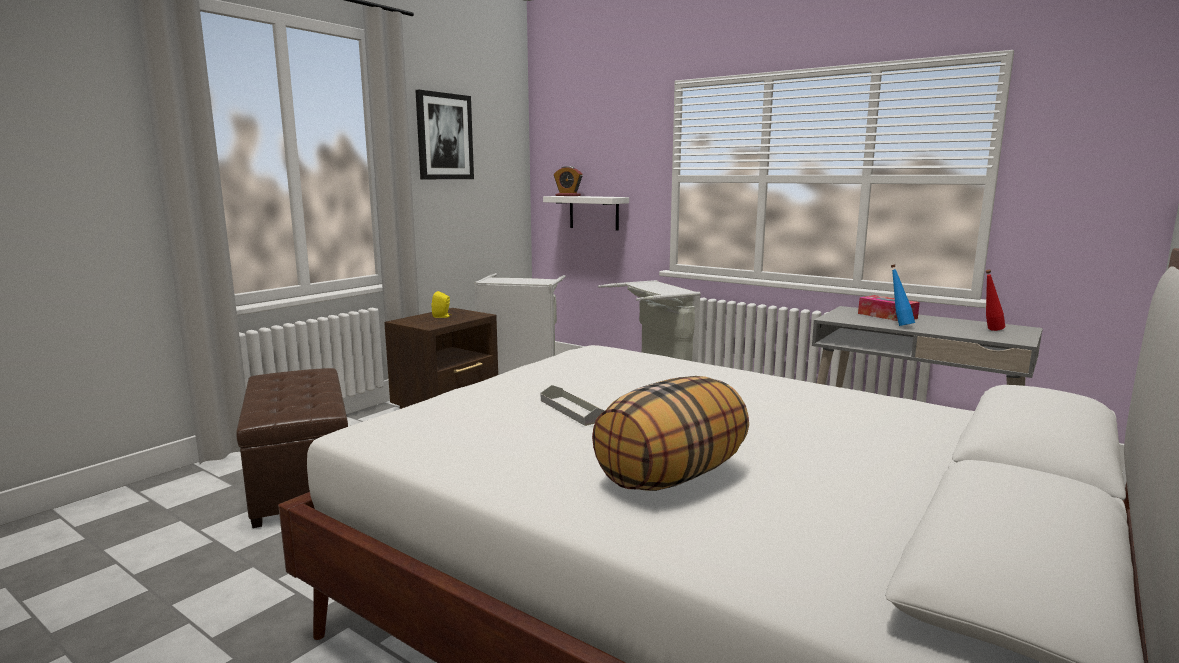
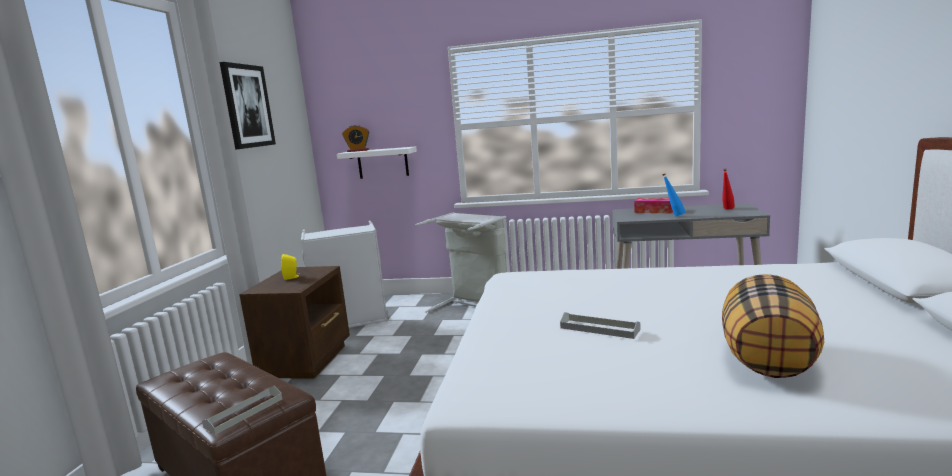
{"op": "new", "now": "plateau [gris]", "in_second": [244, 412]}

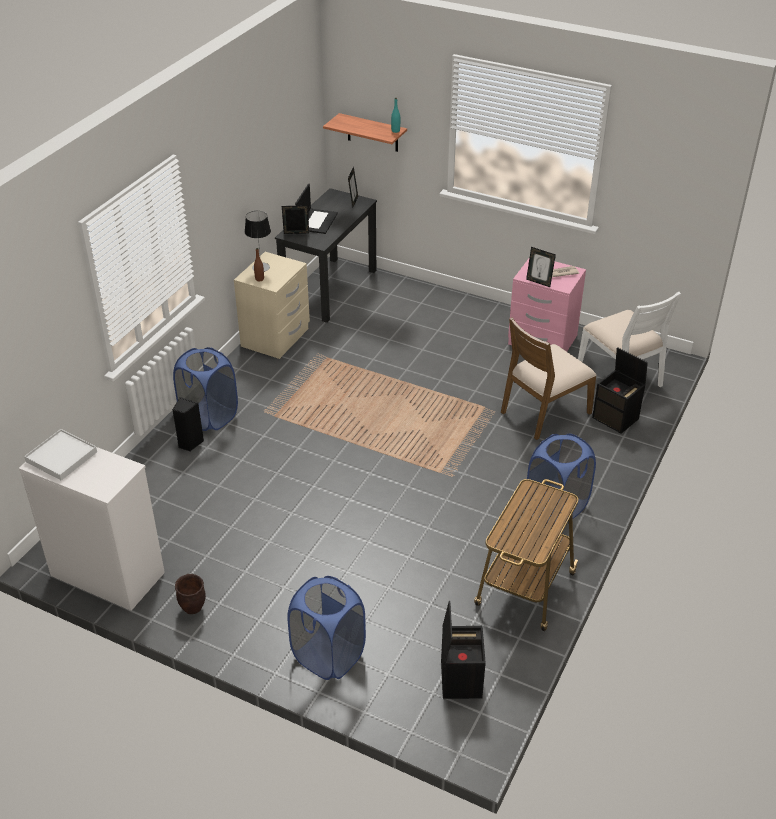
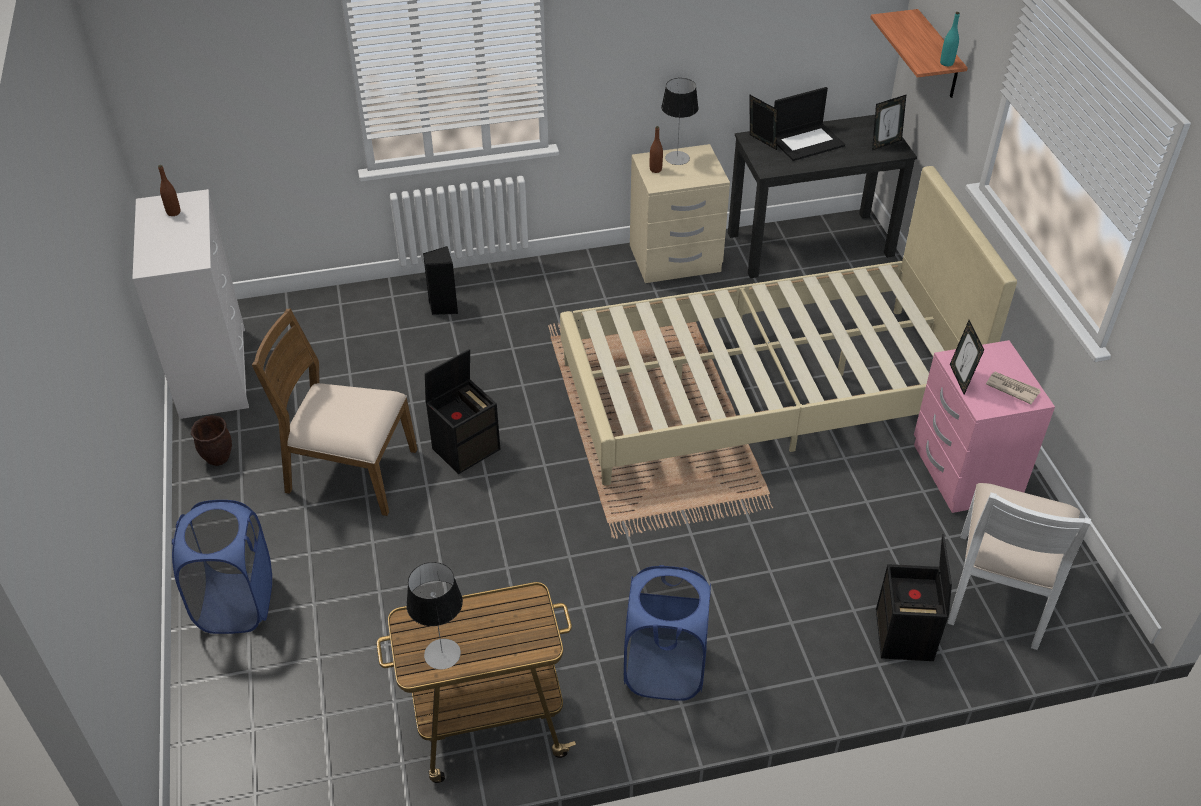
{"op": "swapped", "was": "plateau [blanc]", "now": "bouteille [marron]", "in_first": [61, 457], "in_second": [173, 212]}
{"op": "gone", "was": "panier à linge [bleu]", "in_first": [209, 416]}
{"op": "shifted", "was": "boîte de rangement [noir]", "in_first": [460, 678], "in_second": [466, 448]}
{"op": "shifted", "was": "chaise [marron]", "in_first": [544, 412], "in_second": [350, 472]}
{"op": "new", "now": "lampe de table", "in_second": [442, 654]}
{"op": "new", "now": "lit [beige]", "in_second": [763, 392]}

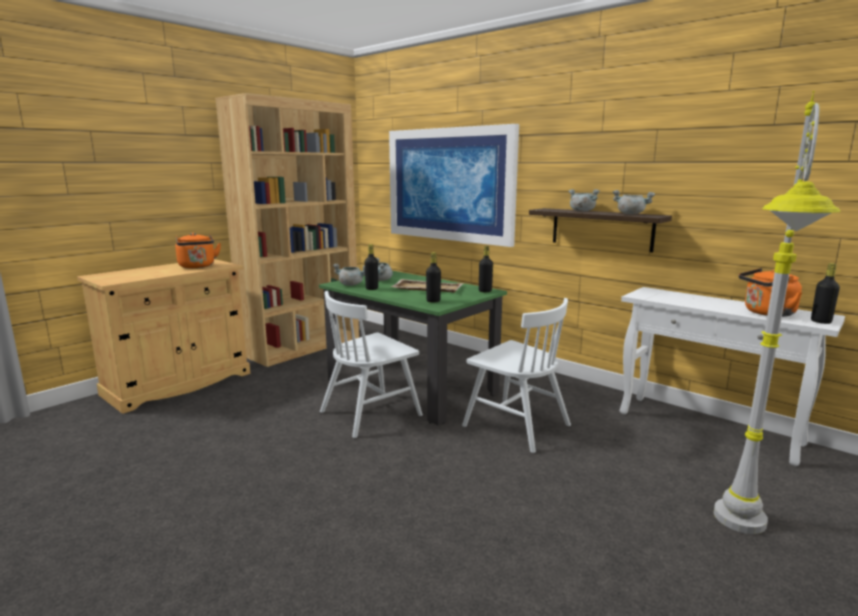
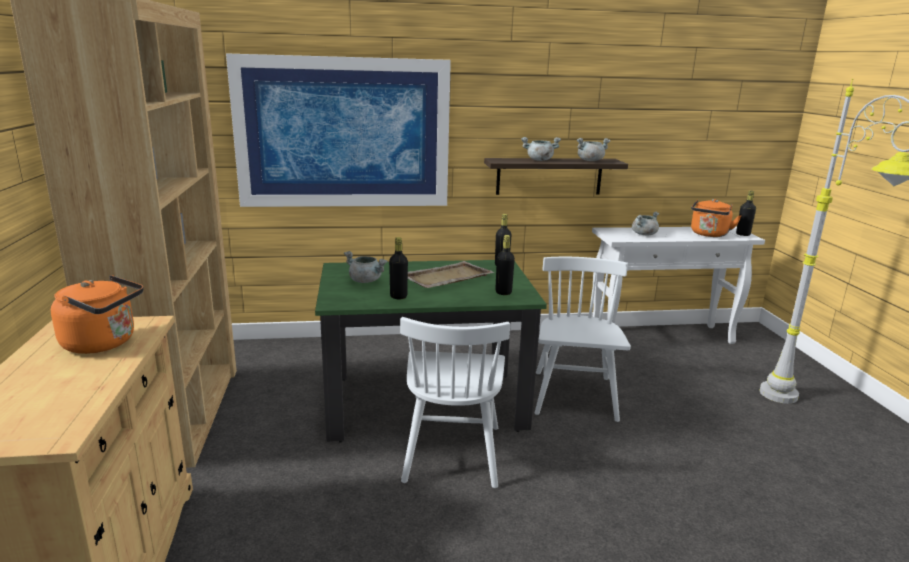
{"op": "shifted", "was": "marmite [gris]", "in_first": [351, 285], "in_second": [644, 234]}
{"op": "rotated", "was": "chaise [blanc]", "in_first": [516, 425], "in_second": [574, 396], "clockwise": -75}

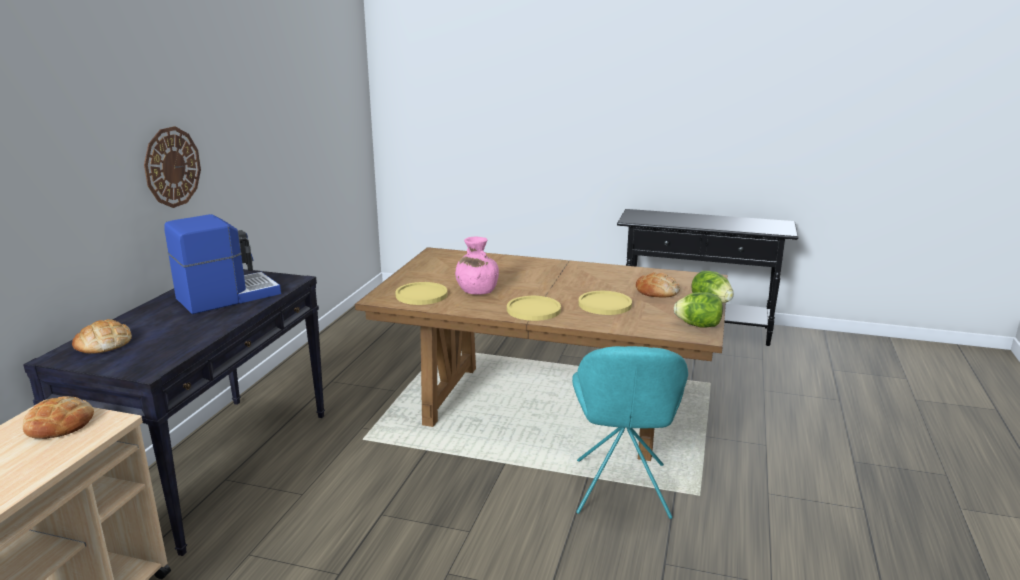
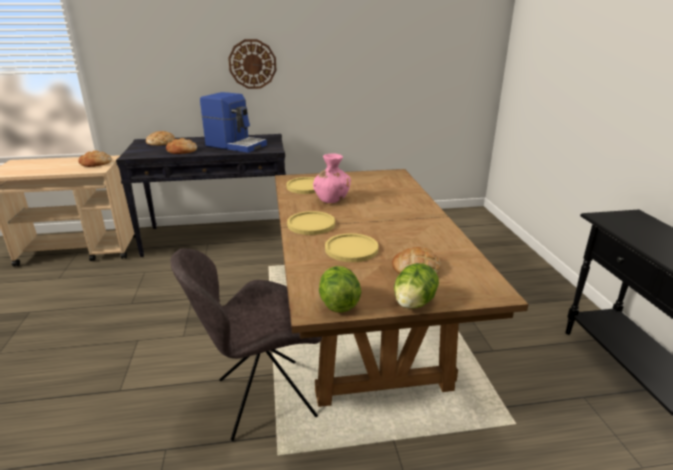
{"op": "repainted", "was": "chaise [turquoise]", "now": "chaise [gris]", "in_first": [621, 491], "in_second": [261, 399]}
{"op": "new", "now": "pain", "in_second": [182, 150]}

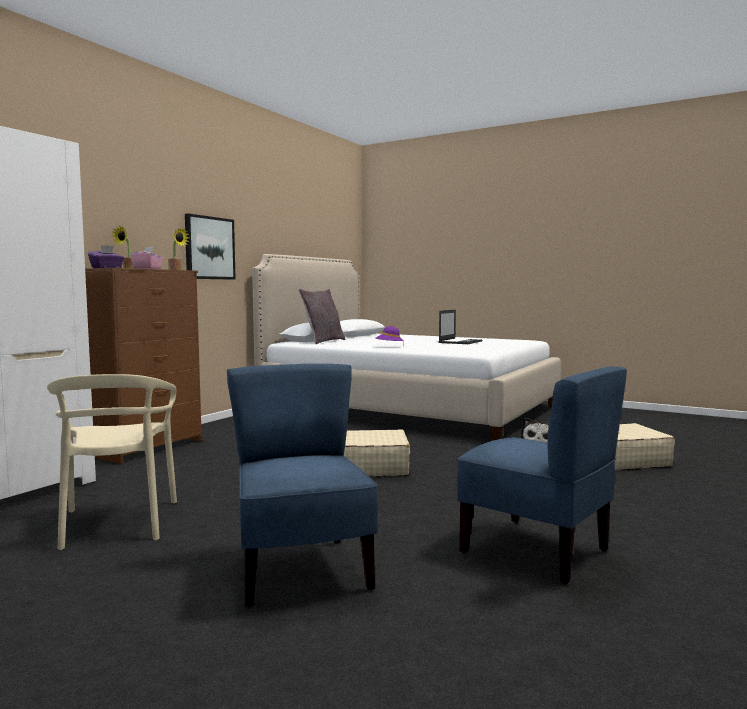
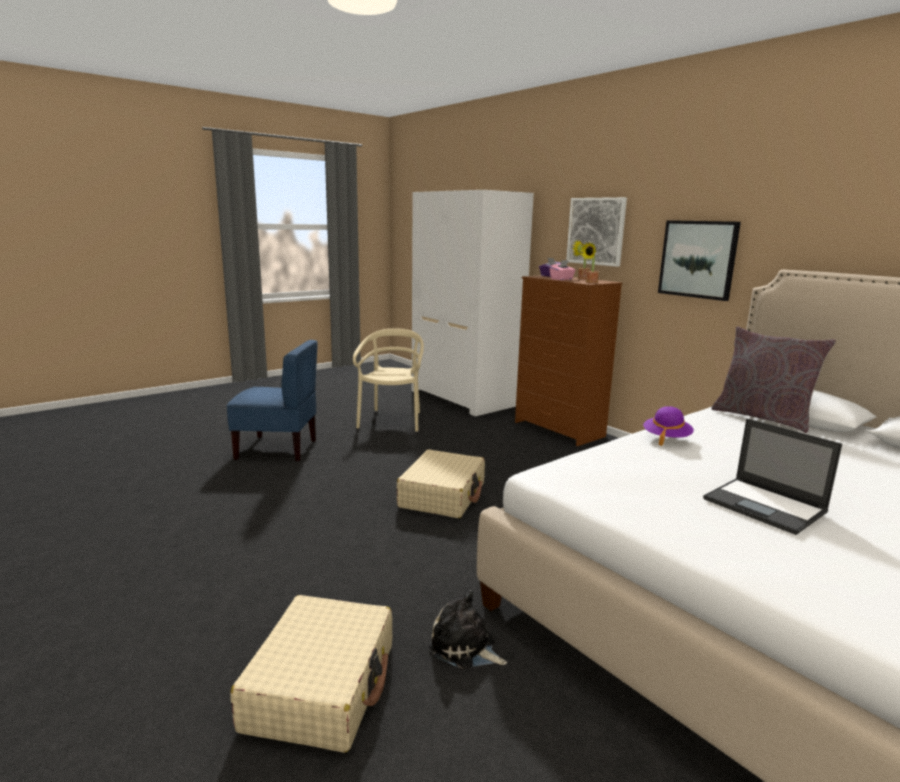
{"op": "rotated", "was": "chaise [beige]", "in_first": [117, 523], "in_second": [392, 421], "clockwise": 90}
{"op": "gone", "was": "chaise [bleu]", "in_first": [536, 551]}
{"op": "new", "now": "tableau", "in_second": [596, 231]}

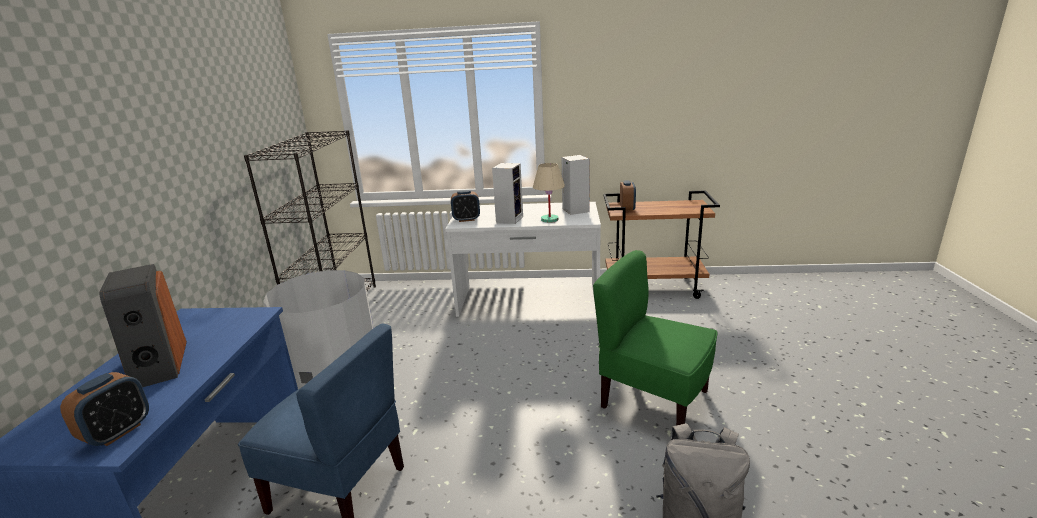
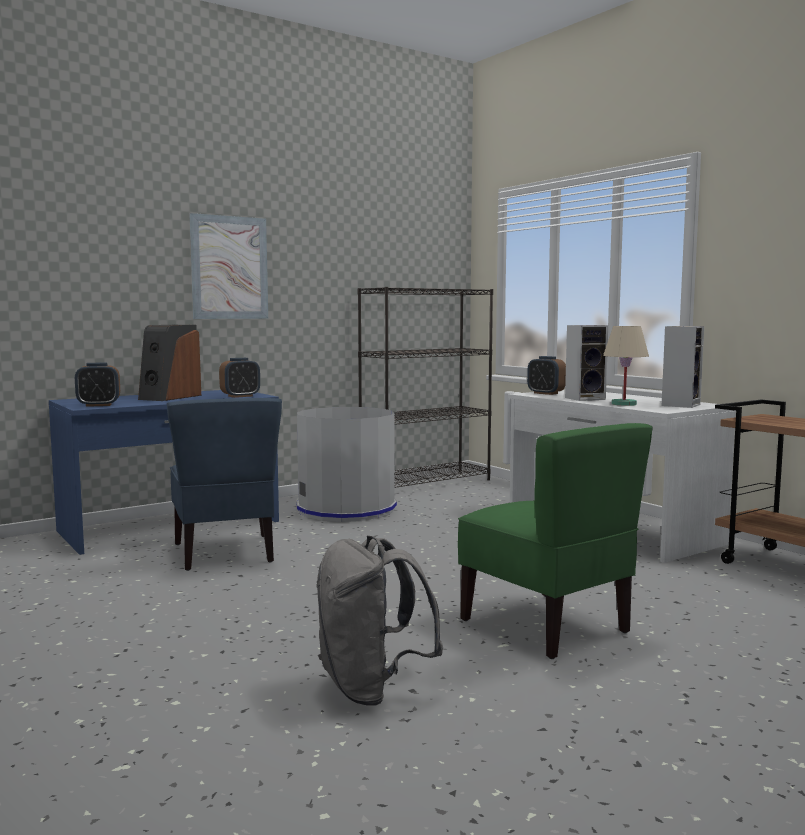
{"op": "rotated", "was": "chaise [vert]", "in_first": [653, 401], "in_second": [546, 625], "clockwise": 150}
{"op": "shifted", "was": "réveil", "in_first": [627, 209], "in_second": [240, 396]}
{"op": "new", "now": "tableau", "in_second": [229, 267]}

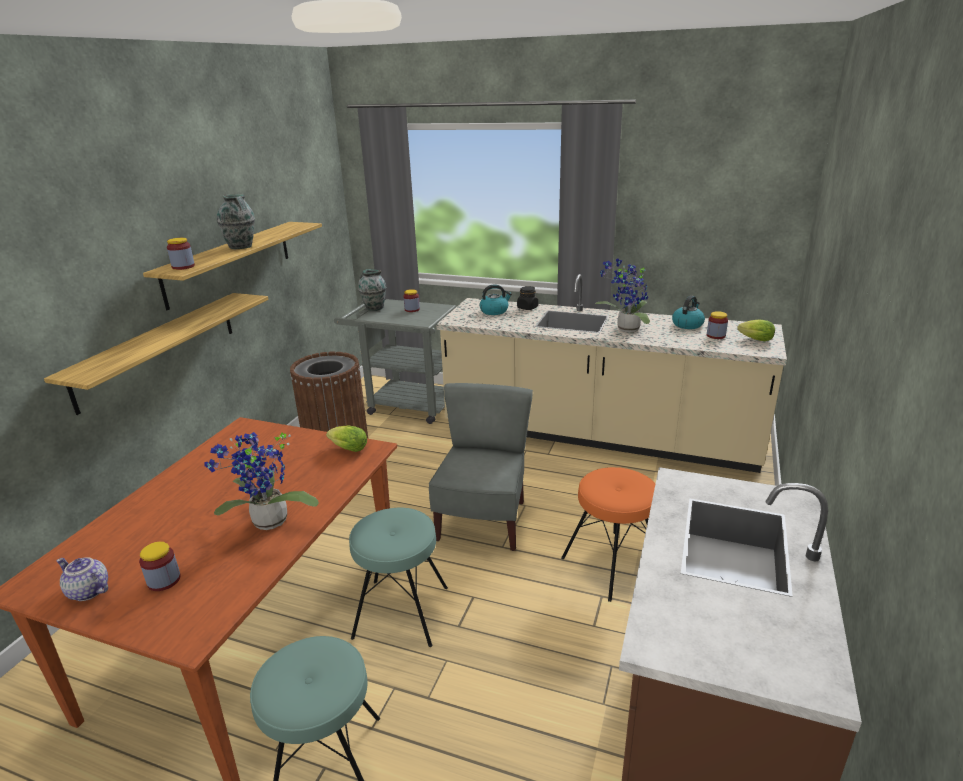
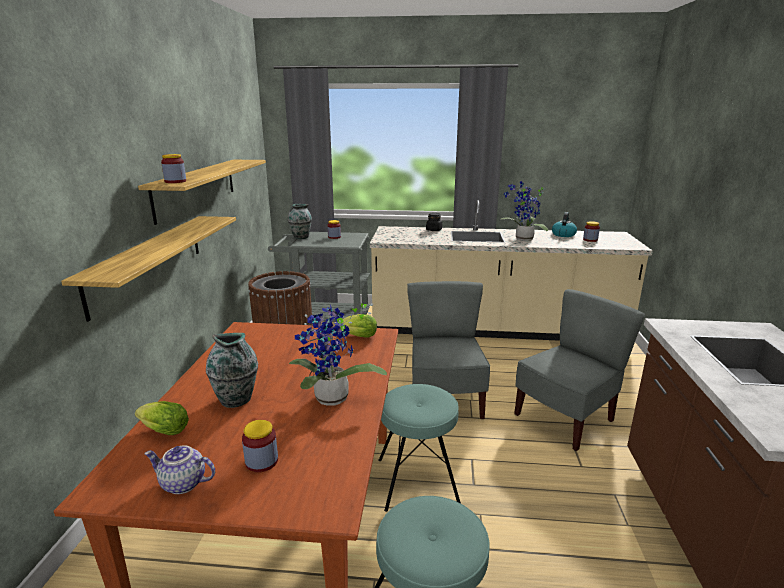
{"op": "shifted", "was": "vase", "in_first": [241, 247], "in_second": [237, 399]}
{"op": "gone", "was": "bouilloire", "in_first": [494, 311]}
{"op": "swapped", "was": "tabouret [orange]", "now": "chaise [gris]", "in_first": [612, 565], "in_second": [565, 419]}
{"op": "shifted", "was": "laitue", "in_first": [754, 339], "in_second": [162, 431]}

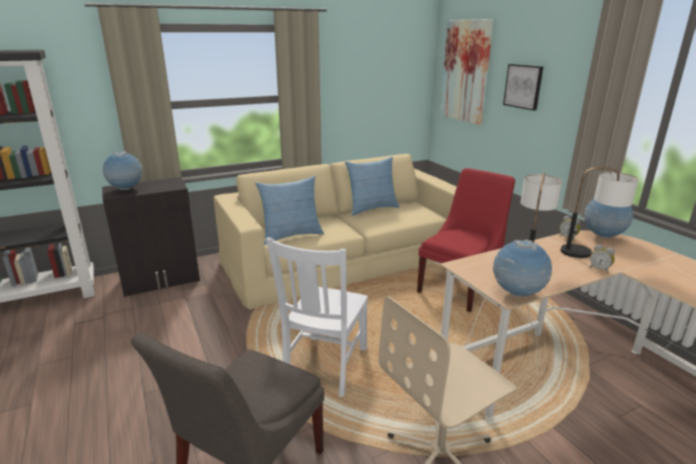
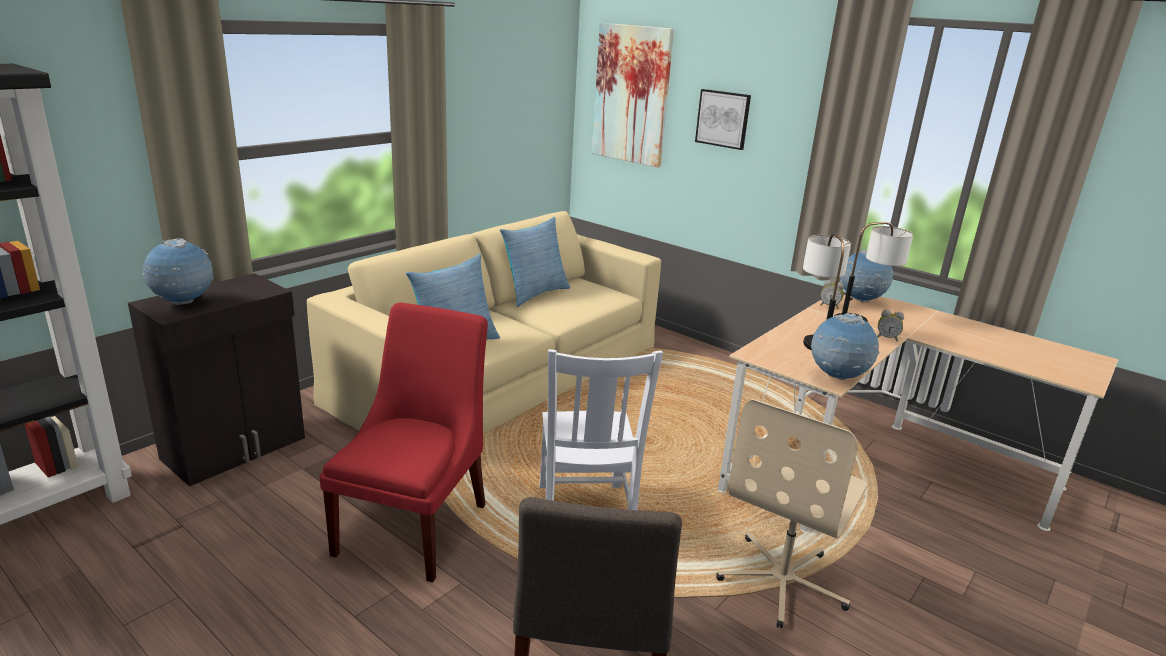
{"op": "shifted", "was": "chaise [rouge]", "in_first": [461, 287], "in_second": [416, 524]}

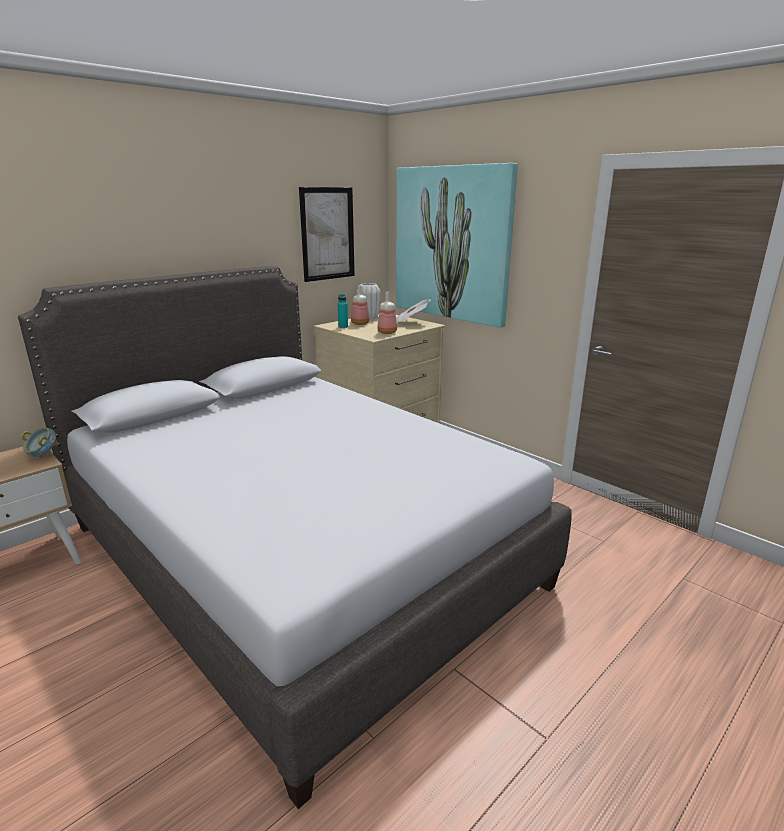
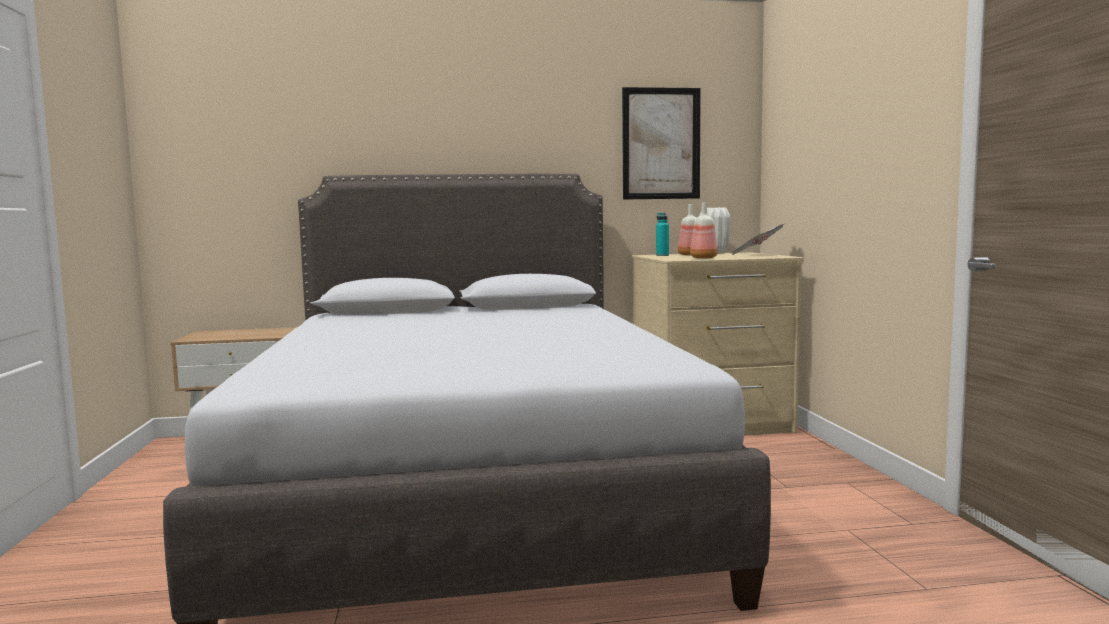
{"op": "gone", "was": "bol", "in_first": [43, 455]}
{"op": "gone", "was": "tableau", "in_first": [452, 244]}

